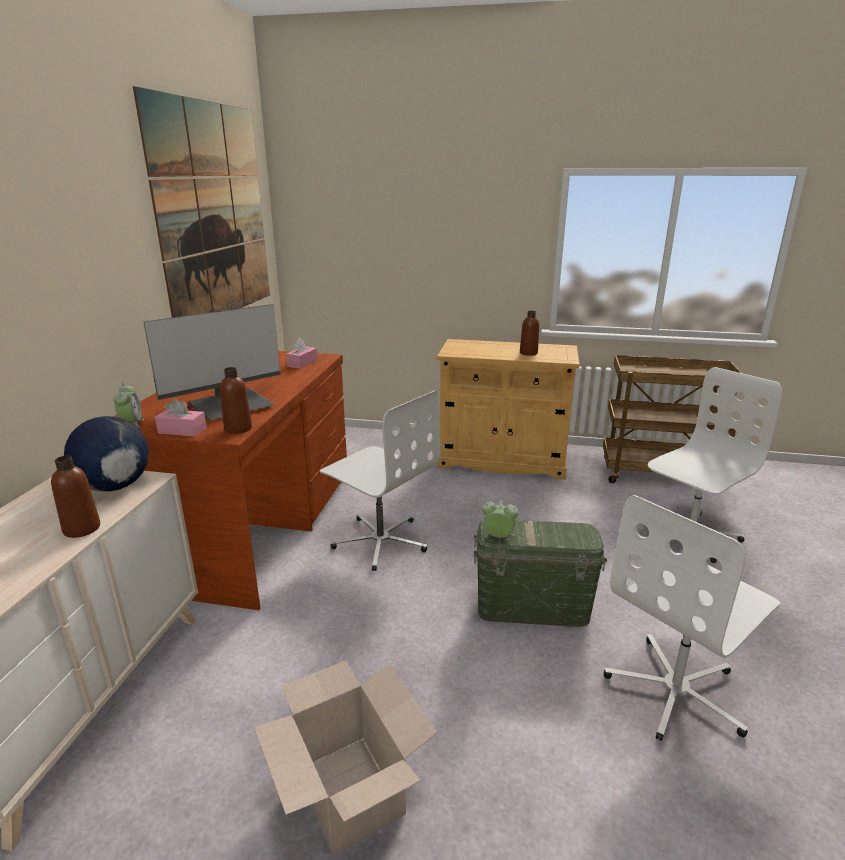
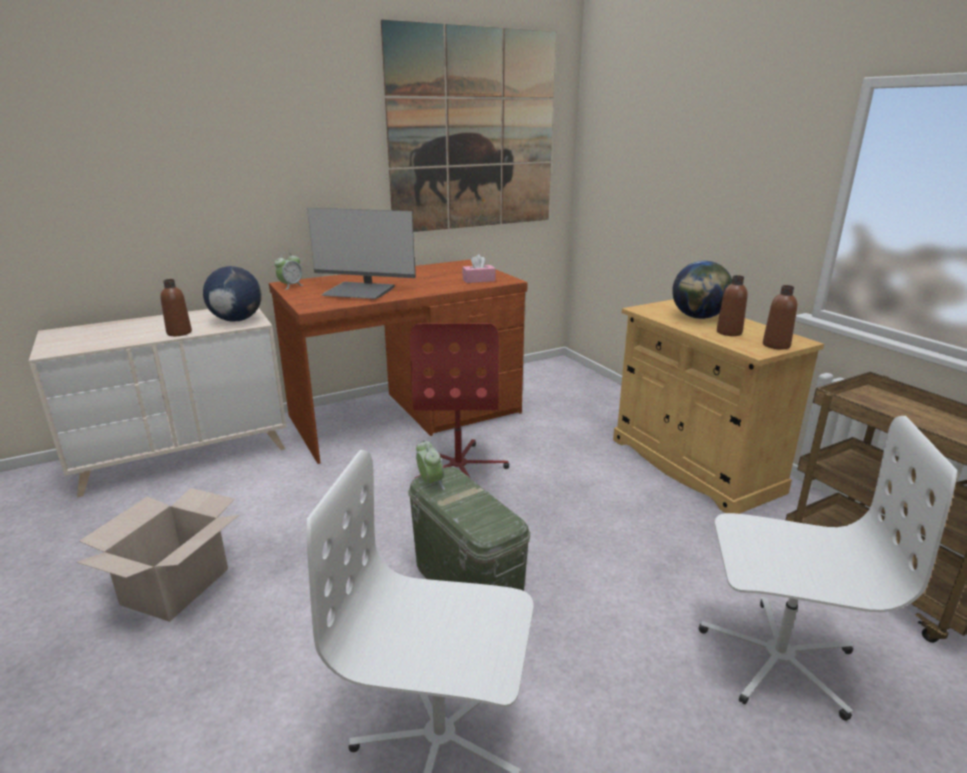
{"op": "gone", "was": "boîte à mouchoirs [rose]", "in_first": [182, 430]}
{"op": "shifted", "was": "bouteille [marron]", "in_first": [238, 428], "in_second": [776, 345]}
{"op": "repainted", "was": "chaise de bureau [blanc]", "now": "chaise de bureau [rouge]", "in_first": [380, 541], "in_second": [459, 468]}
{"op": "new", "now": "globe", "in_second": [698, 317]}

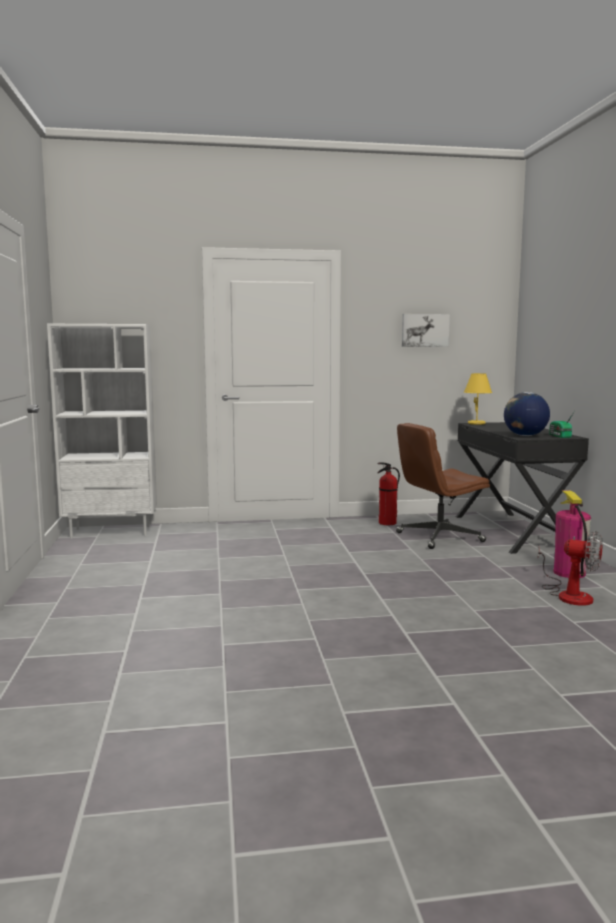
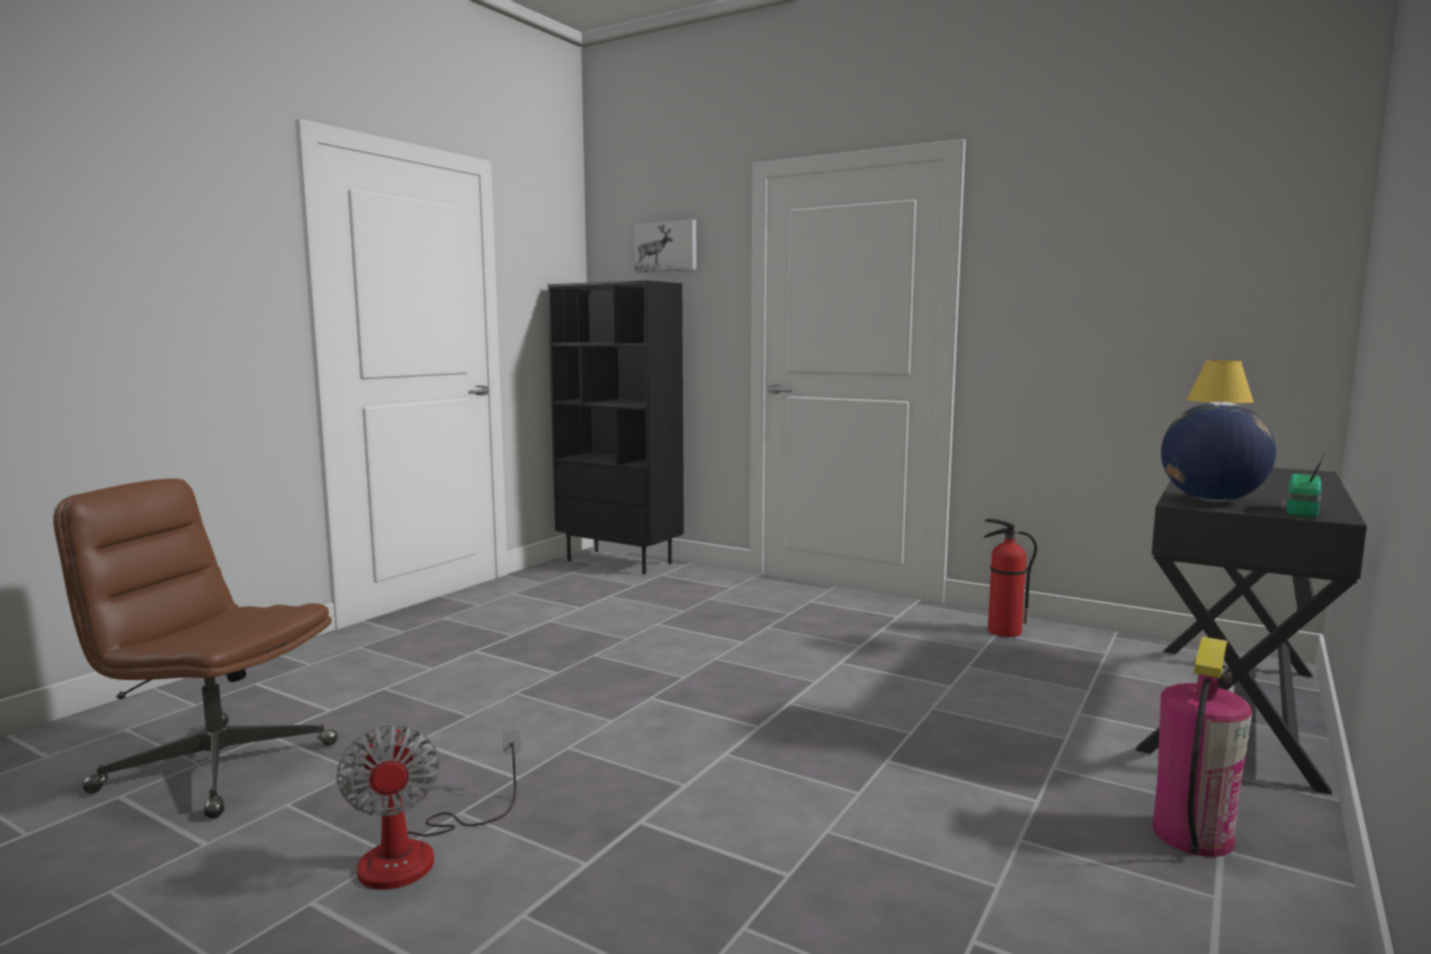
{"op": "repainted", "was": "bibliothèque [blanc]", "now": "bibliothèque [noir]", "in_first": [112, 532], "in_second": [620, 561]}
{"op": "shifted", "was": "chaise de bureau [marron]", "in_first": [438, 537], "in_second": [215, 767]}
{"op": "shifted", "was": "tableau", "in_first": [424, 330], "in_second": [666, 246]}
{"op": "shifted", "was": "ventilateur", "in_first": [569, 594], "in_second": [419, 852]}

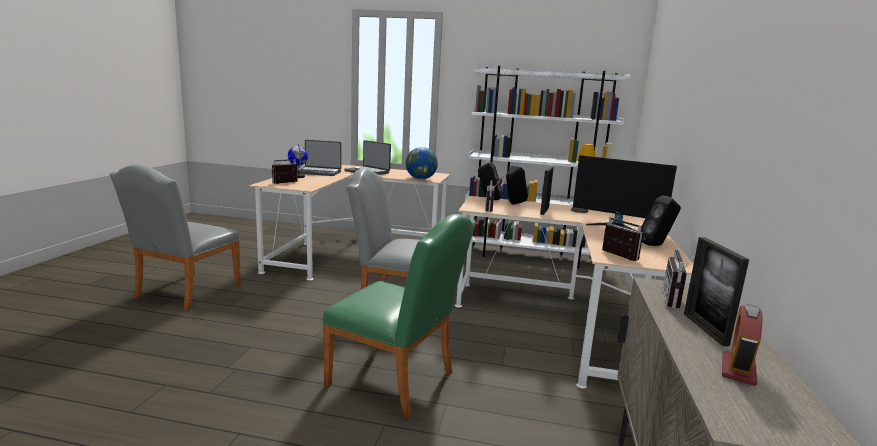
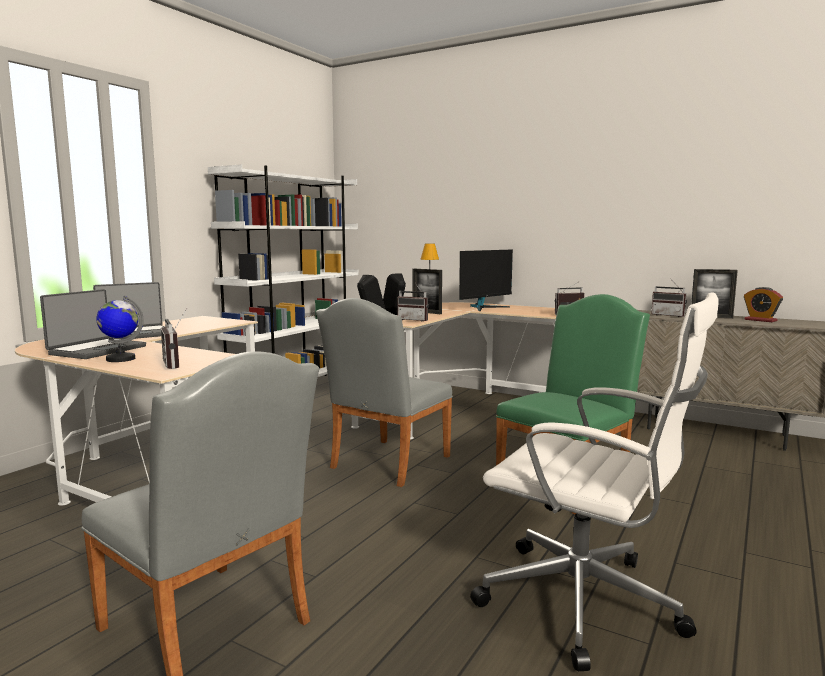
{"op": "gone", "was": "globe", "in_first": [421, 179]}
{"op": "gone", "was": "enceinte [noir]", "in_first": [656, 245]}
{"op": "new", "now": "chaise de bureau [blanc]", "in_second": [586, 603]}

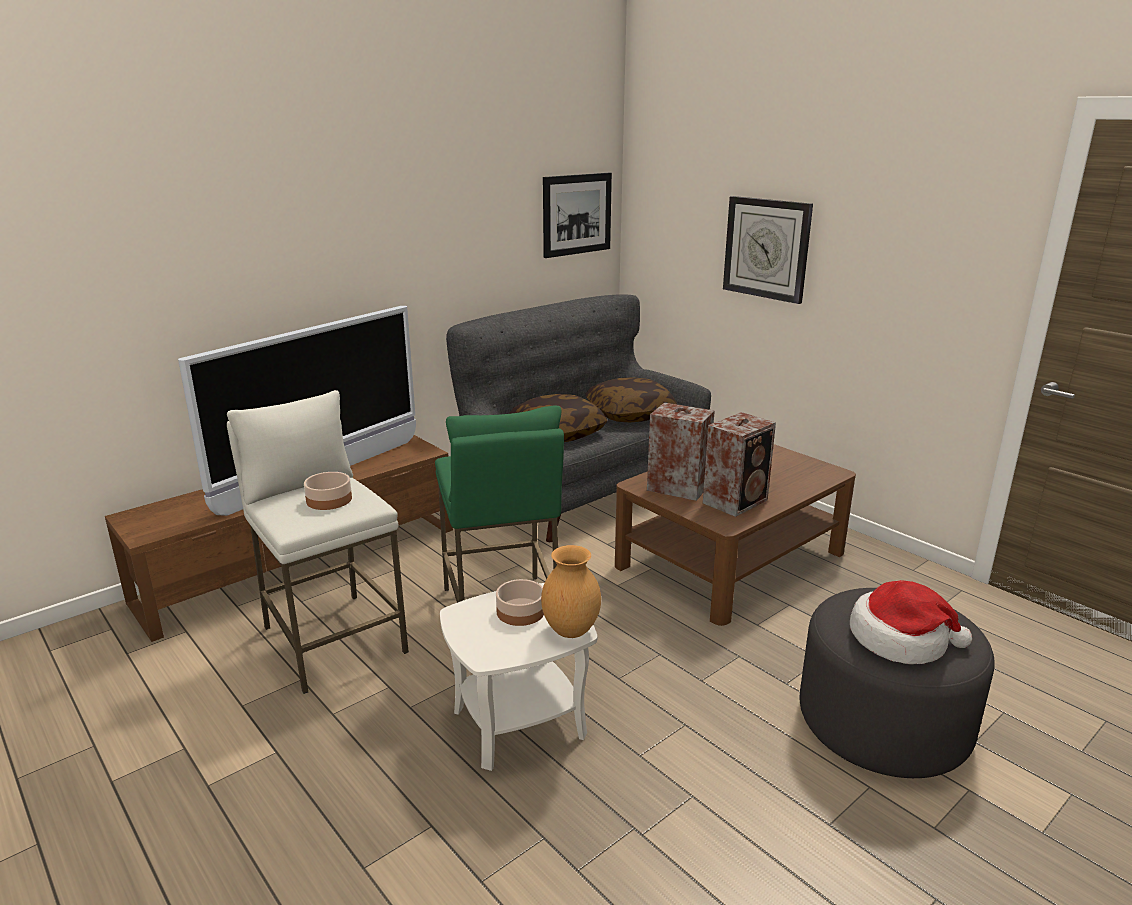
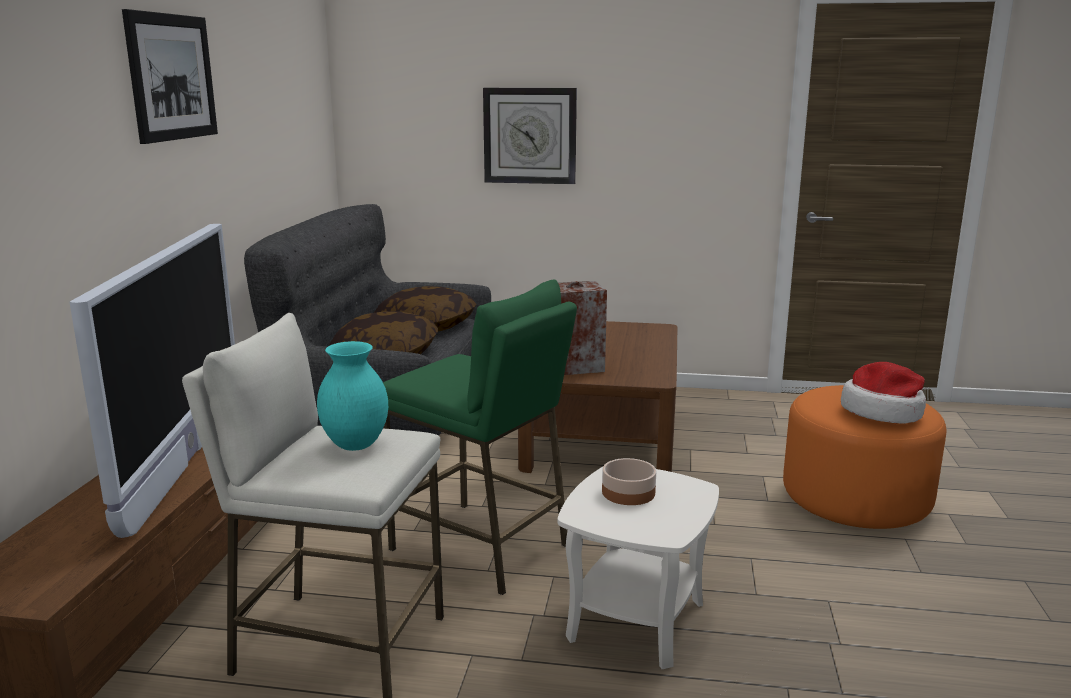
{"op": "swapped", "was": "bol", "now": "vase [turquoise]", "in_first": [330, 500], "in_second": [356, 445]}
{"op": "gone", "was": "vase [marron]", "in_first": [571, 630]}
{"op": "shifted", "was": "tableau", "in_first": [577, 214], "in_second": [172, 77]}
{"op": "gone", "was": "enceinte", "in_first": [737, 501]}
{"op": "repainted", "was": "pouf [gris]", "now": "pouf [orange]", "in_first": [883, 724], "in_second": [856, 499]}

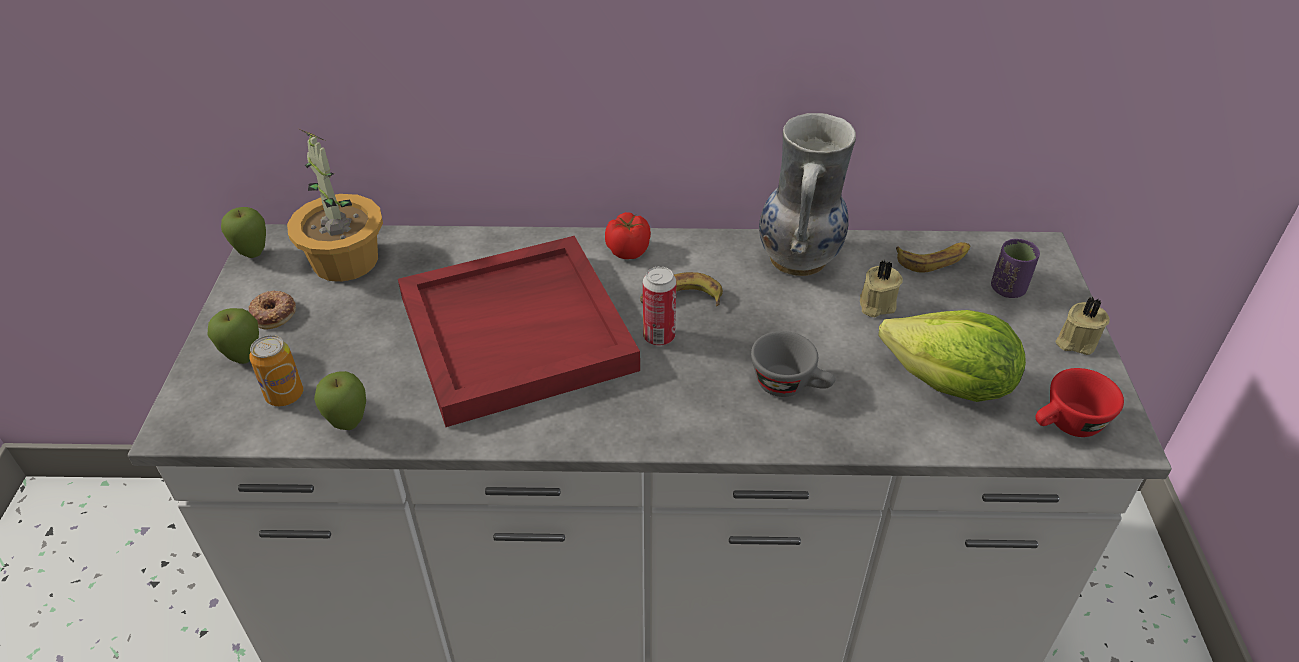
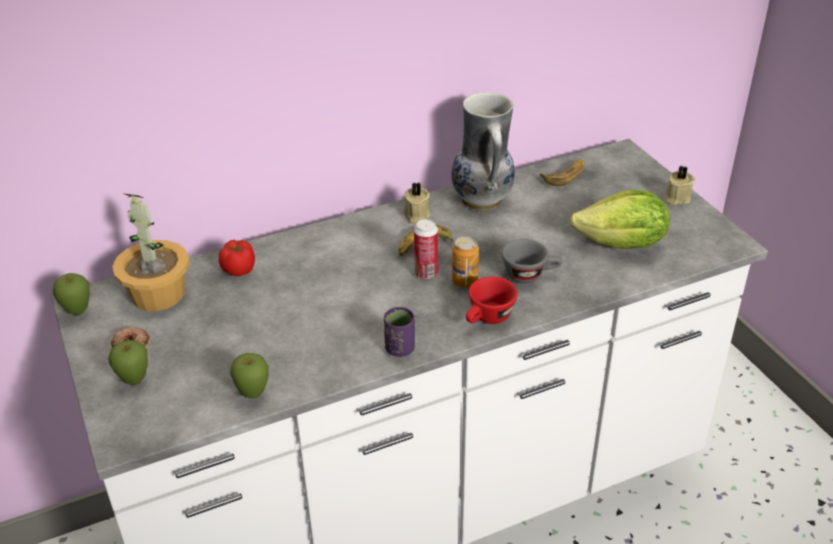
{"op": "shifted", "was": "boîte métallique", "in_first": [285, 395], "in_second": [464, 281]}
{"op": "gone", "was": "plateau [rouge]", "in_first": [517, 331]}
{"op": "shifted", "was": "tomate", "in_first": [629, 250], "in_second": [239, 269]}
{"op": "shifted", "was": "bougie [beige]", "in_first": [875, 304], "in_second": [416, 215]}
{"op": "shifted", "was": "tasse [violet]", "in_first": [1007, 289], "in_second": [400, 349]}
{"op": "shifted", "was": "tasse [rouge]", "in_first": [1067, 425], "in_second": [488, 319]}

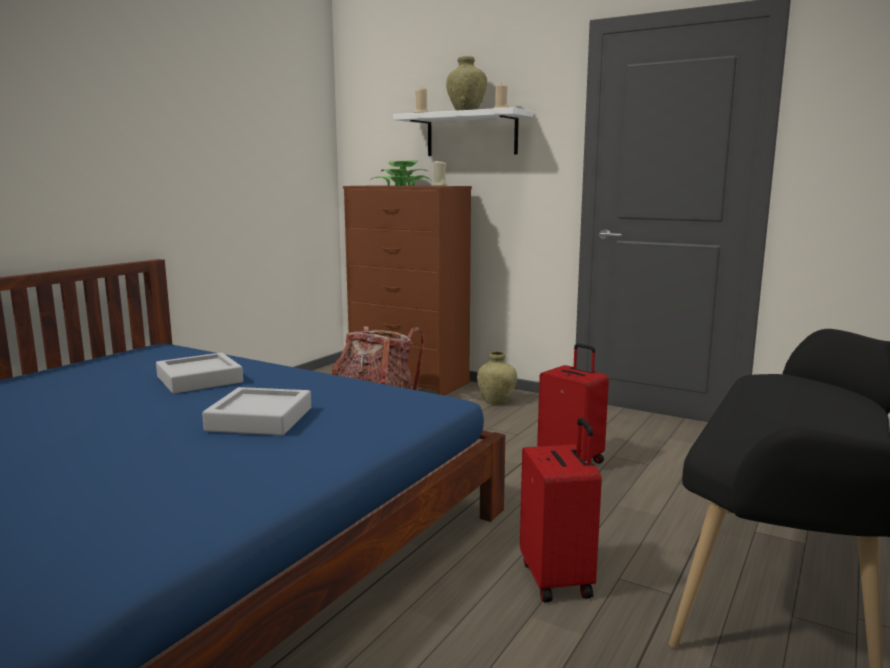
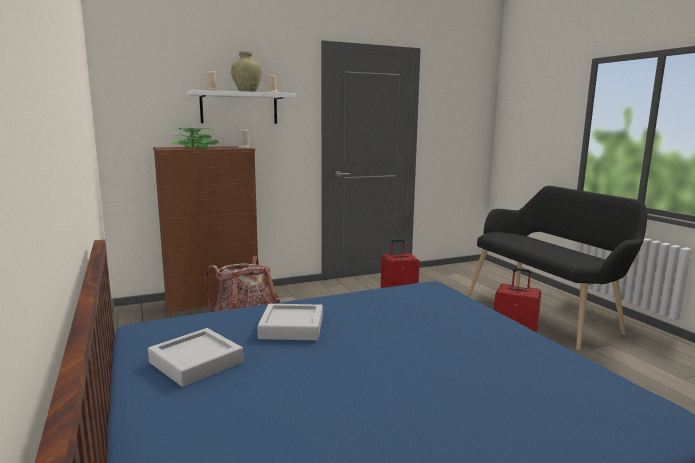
{"op": "shifted", "was": "plateau [gris]", "in_first": [260, 419], "in_second": [196, 362]}
{"op": "gone", "was": "vase [beige]", "in_first": [496, 401]}

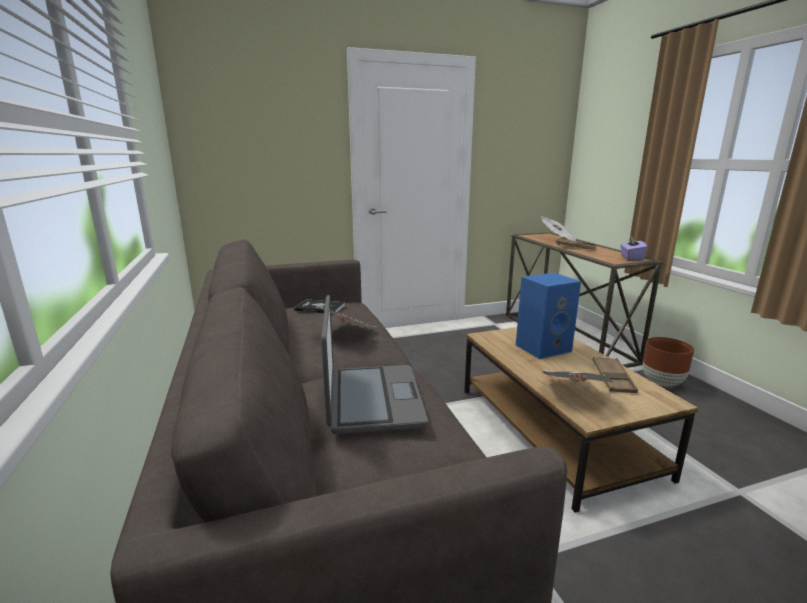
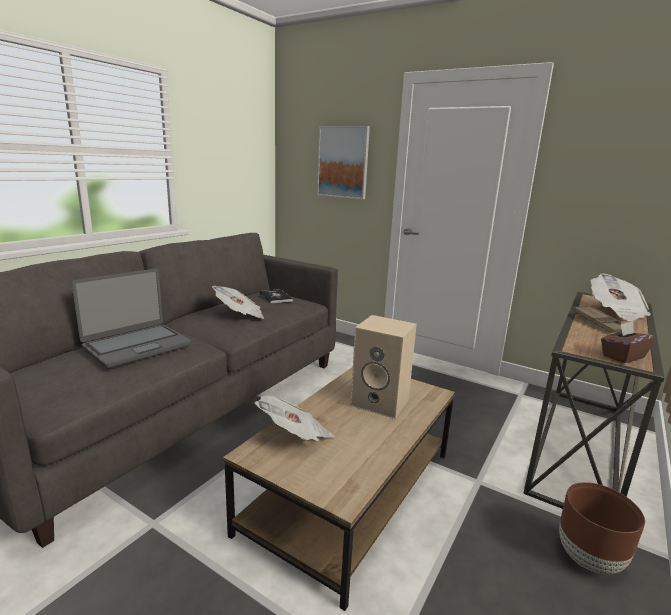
{"op": "repainted", "was": "enceinte [bleu]", "now": "enceinte [beige]", "in_first": [543, 347], "in_second": [381, 402]}
{"op": "gone", "was": "plateau [marron]", "in_first": [613, 378]}
{"op": "repainted", "was": "boîte à mouchoirs [violet]", "now": "boîte à mouchoirs [marron]", "in_first": [631, 258], "in_second": [622, 356]}
{"op": "new", "now": "tableau", "in_second": [343, 162]}

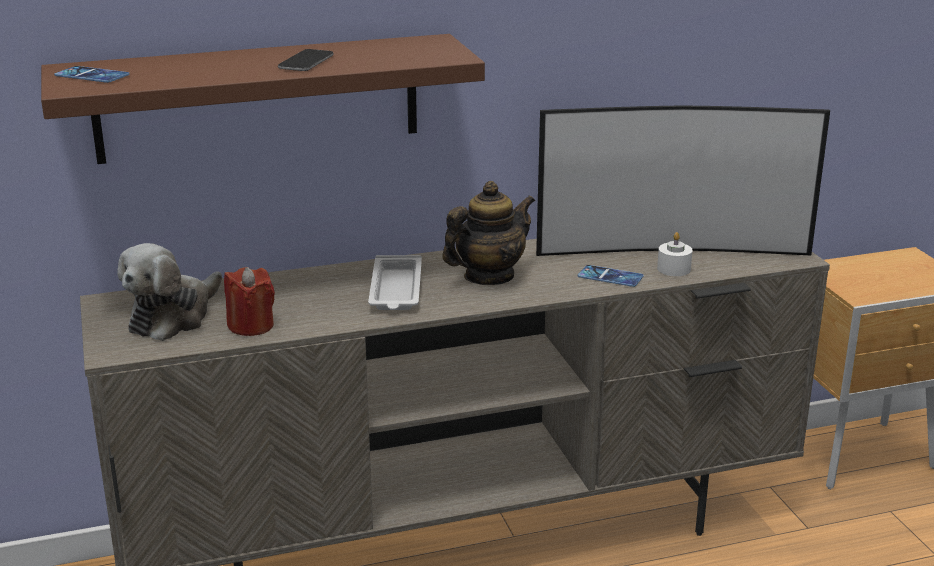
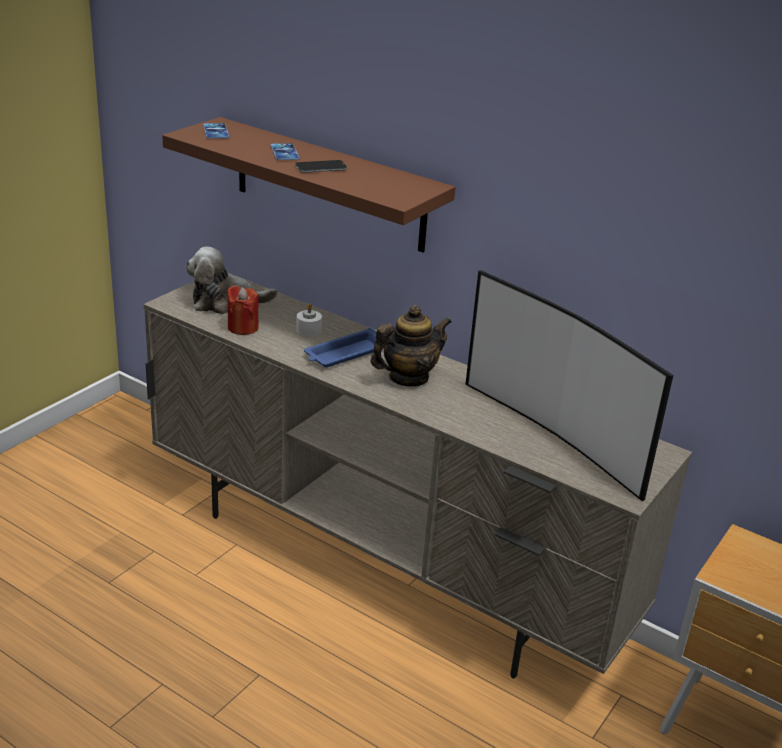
{"op": "repainted", "was": "plateau [blanc]", "now": "plateau [bleu]", "in_first": [396, 290], "in_second": [345, 354]}
{"op": "rotated", "was": "théière", "in_first": [488, 276], "in_second": [408, 378], "clockwise": -45}
{"op": "shifted", "was": "téléphone", "in_first": [610, 276], "in_second": [284, 152]}
{"op": "shifted", "was": "bougie [blanc]", "in_first": [674, 269], "in_second": [308, 330]}

